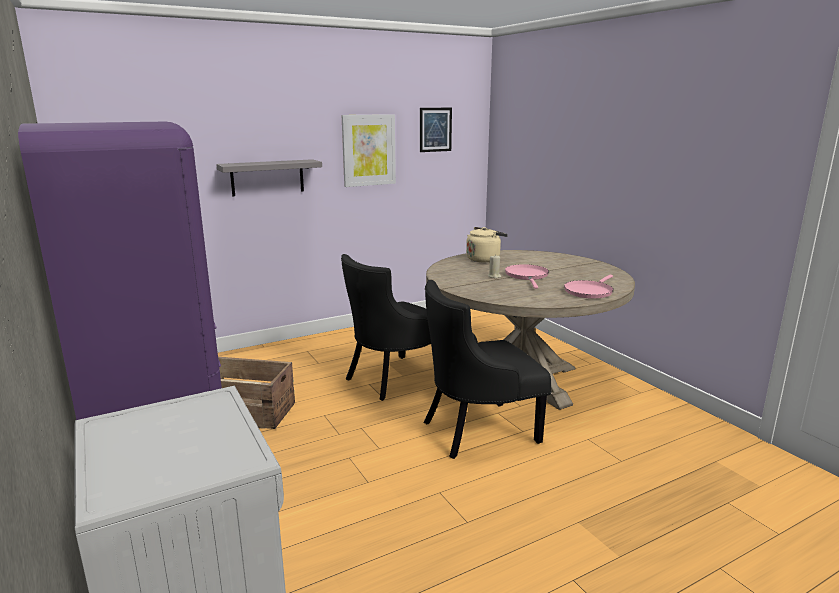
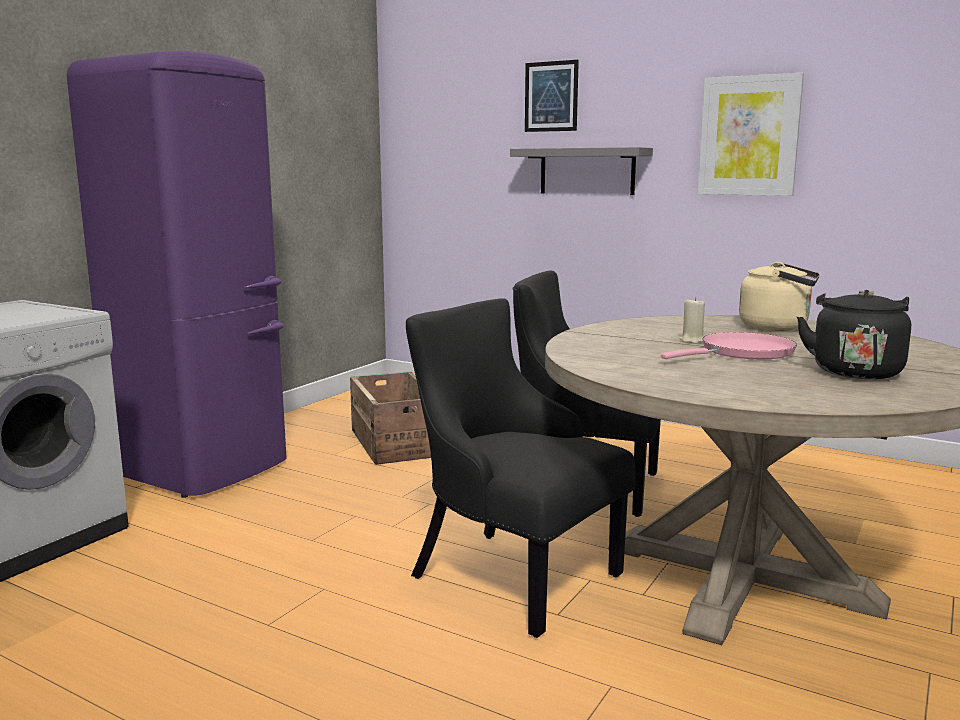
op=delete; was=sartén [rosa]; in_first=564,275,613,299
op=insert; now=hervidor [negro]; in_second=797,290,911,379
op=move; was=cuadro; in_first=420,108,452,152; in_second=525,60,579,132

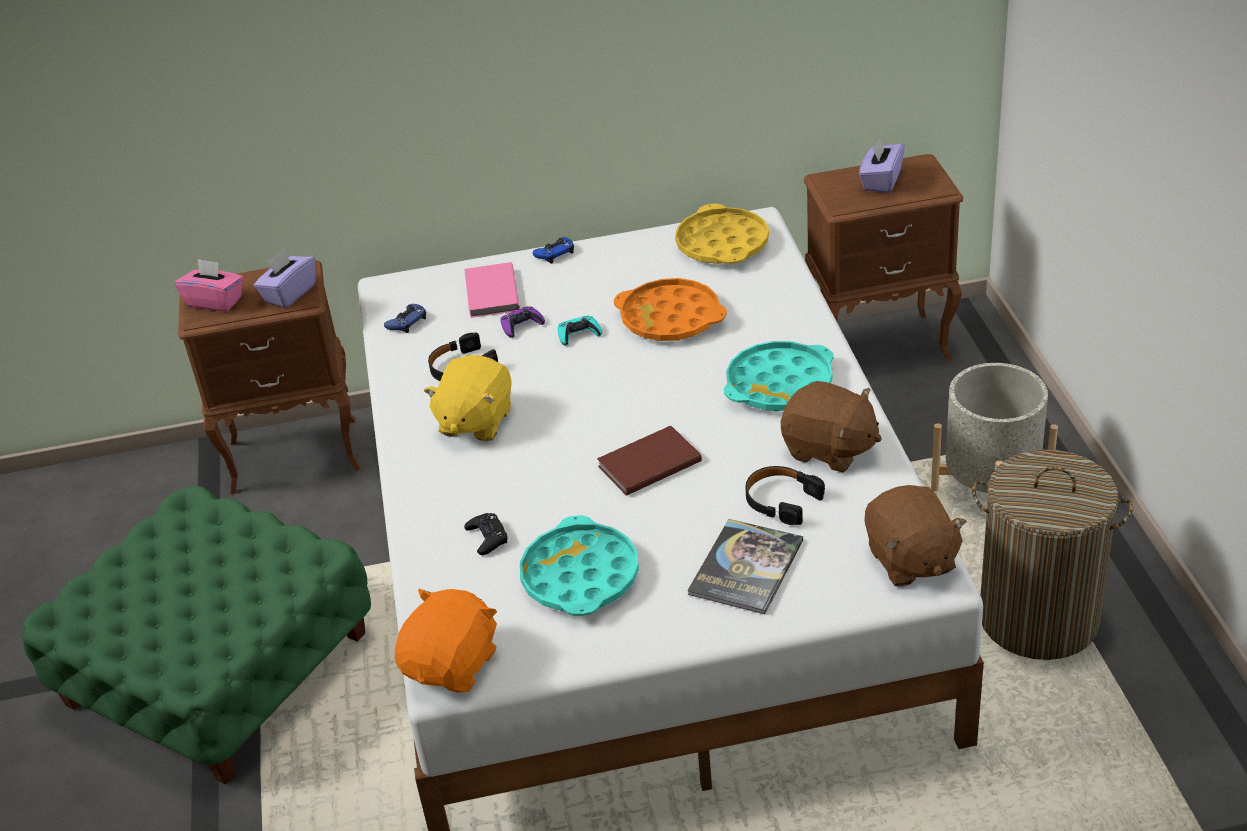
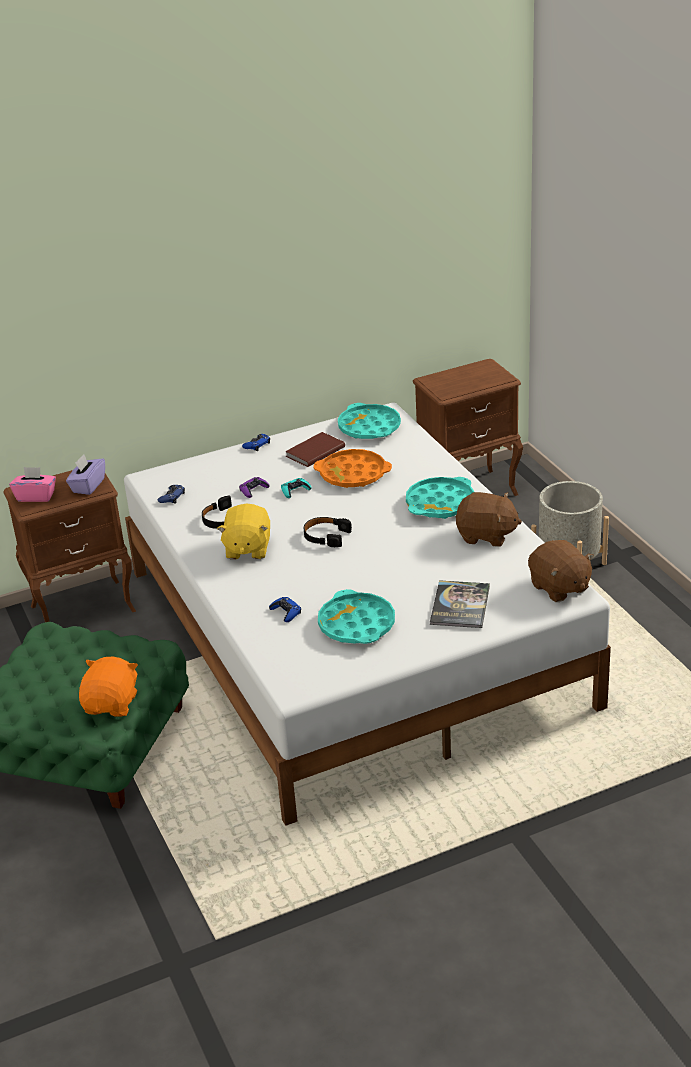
op=delete; was=libro [rosa]; in_first=464,262,520,318
op=delete; was=caja de pañuelos [morado]; in_first=859,138,905,193
op=delete; was=cesto de la ropa; in_first=972,450,1133,660
op=move; was=peluche [naranja]; in_first=395,589,497,693; in_second=79,657,138,717
op=move; was=libro [marrón]; in_first=597,426,702,496; in_second=285,432,345,467
op=move; was=auriculares [negro]; in_first=746,466,825,525; in_second=304,517,352,548
op=recolor; was=mando de consola [negro]; now=mando de consola [azul]; in_first=464,513,507,555; in_second=269,597,301,622
op=recolor; was=bandeja [amarillo]; now=bandeja [turquesa]; in_first=675,204,769,264; in_second=338,403,401,439

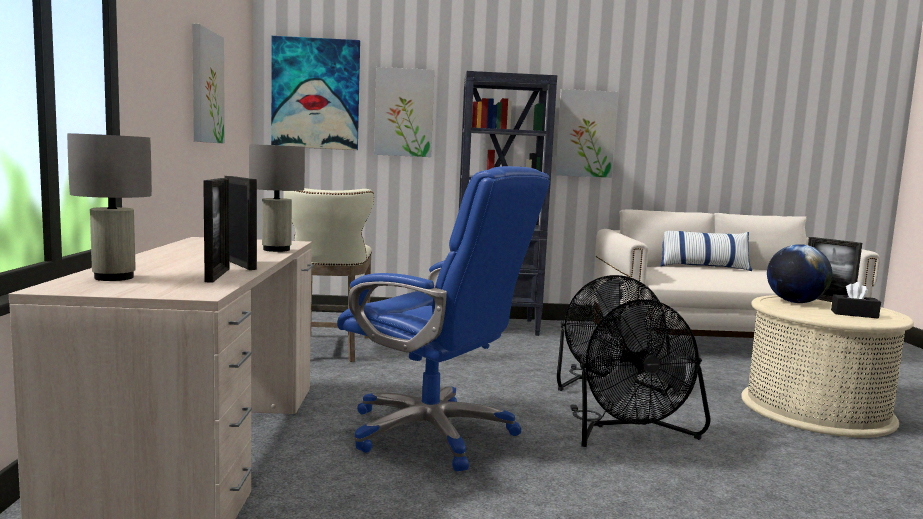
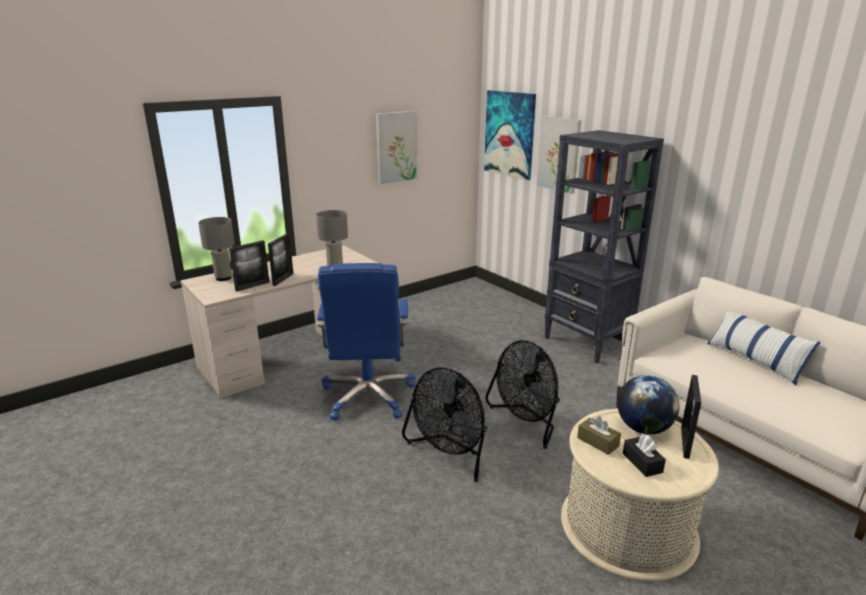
op=delete; was=taburete [beis]; in_first=283,188,374,362
op=delete; was=cuadro; in_first=555,89,618,178
op=insert; now=caja de pañuelos [marrón]; in_second=577,416,621,455

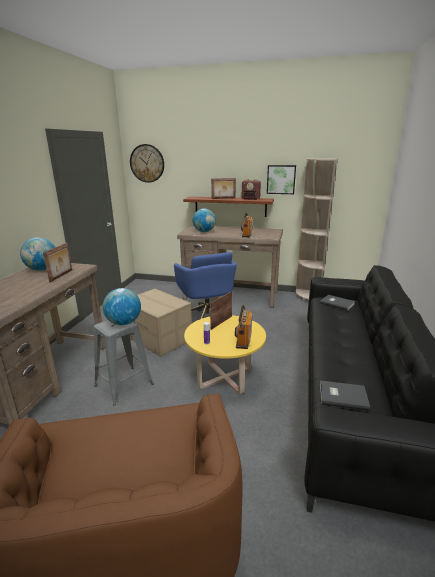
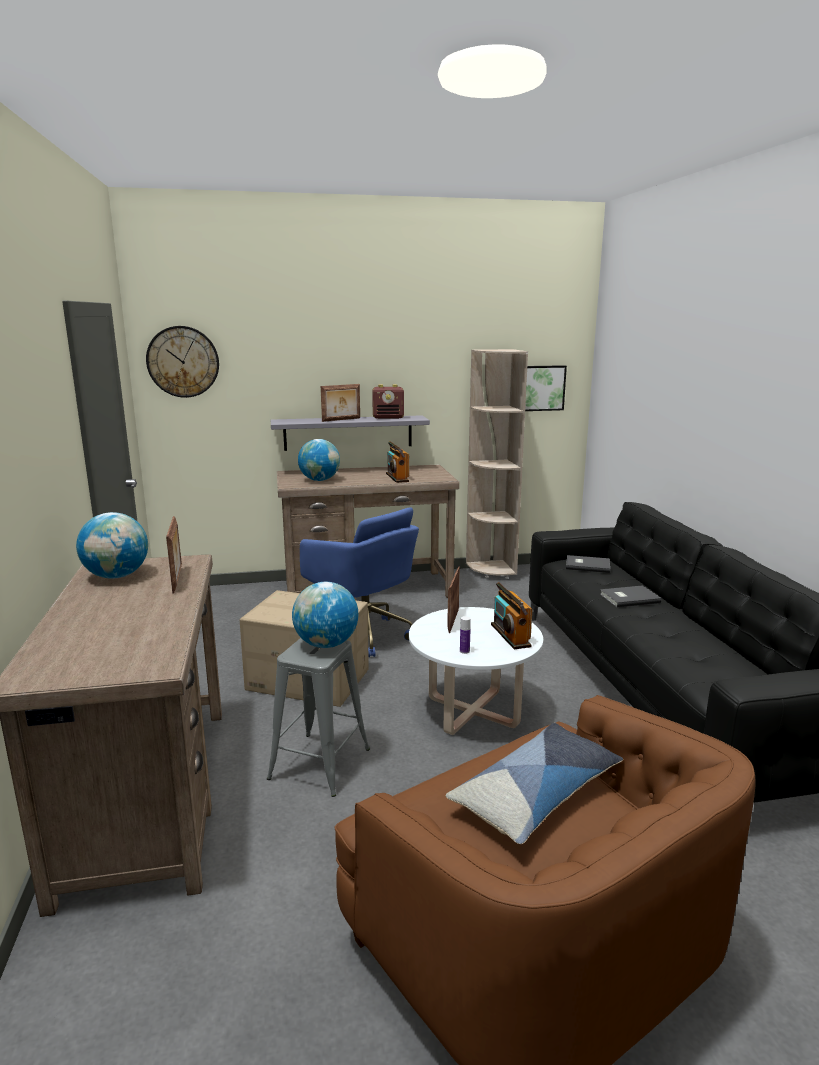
op=insert; now=cojín; in_second=446,723,623,844
op=move; was=cuadro; in_first=267,165,296,194; in_second=525,365,567,411
op=move; was=libro [gris]; in_first=320,380,370,411; in_second=600,586,661,607
op=recolor; was=estante [marrón]; now=estante [gris]; in_first=183,196,274,217; in_second=271,415,430,451
op=recolor; was=mesa de centro [amarillo]; now=mesa de centro [blanco]; in_first=184,315,266,395; in_second=409,607,543,735

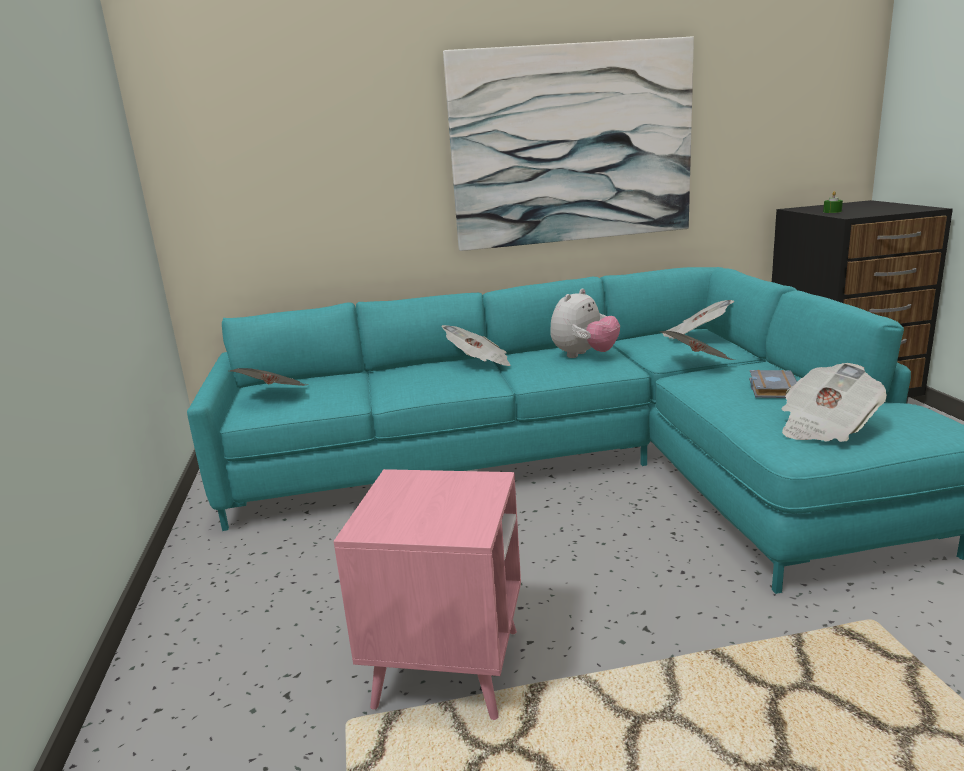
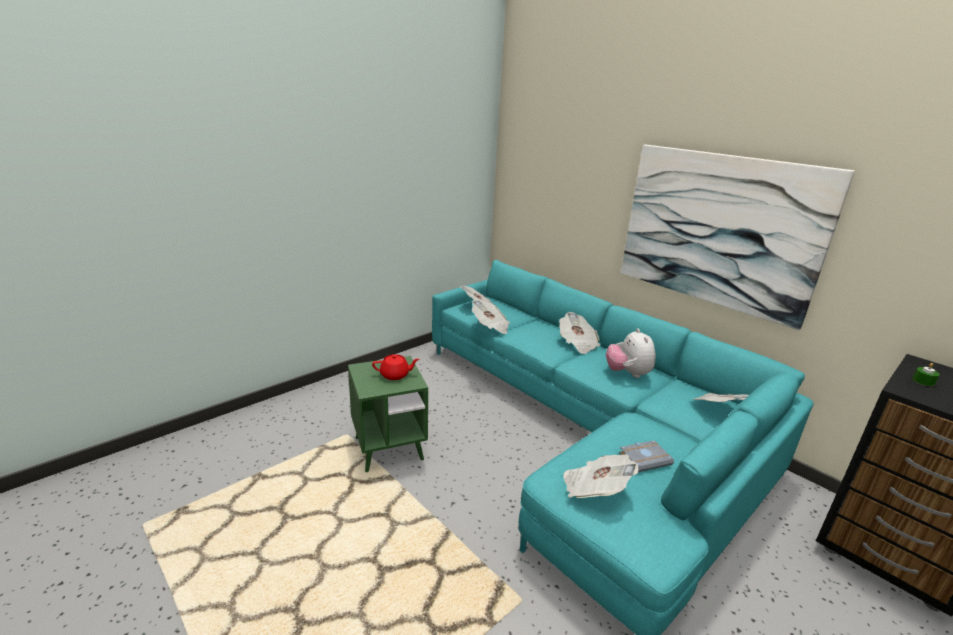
op=insert; now=tetera [rojo]; in_second=372,354,419,380
op=move; was=periódico; in_first=660,331,735,360; in_second=472,300,510,334
op=recolor; was=mesa auxiliar [rosa]; now=mesa auxiliar [verde]; in_first=334,469,521,720; in_second=348,356,428,472
op=rotate; was=peluche; in_first=550,289,620,358; in_second=606,329,656,378; clockwise=75

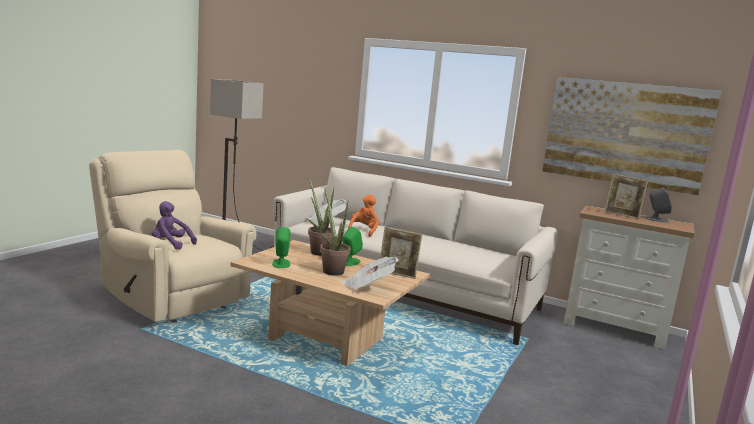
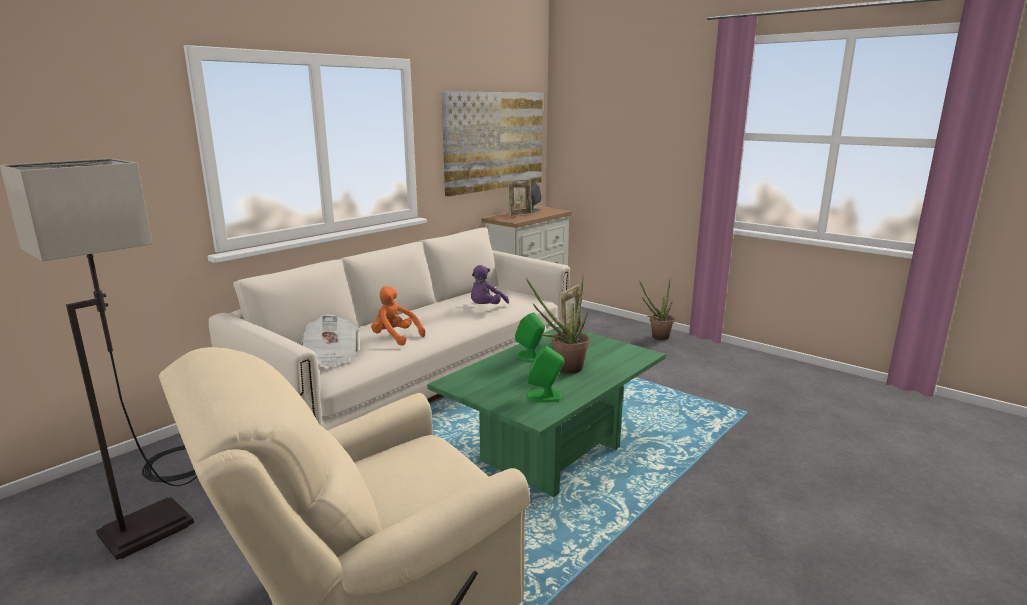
op=delete; was=periódico; in_first=342,257,399,290
op=move; was=peluche [morado]; in_first=152,201,197,250; in_second=471,265,509,304
op=move; was=planta en maceta; in_first=306,177,334,256; in_second=640,280,674,340
op=recolor; was=mesa de centro [beis]; now=mesa de centro [verde]; in_first=230,240,430,366; in_second=427,327,666,497

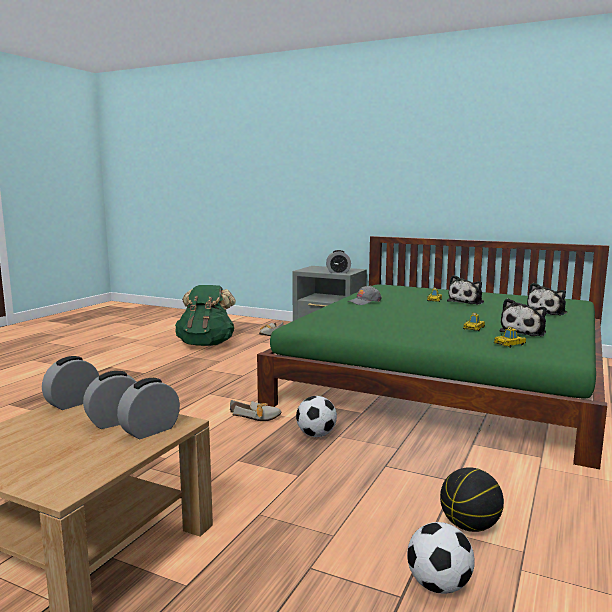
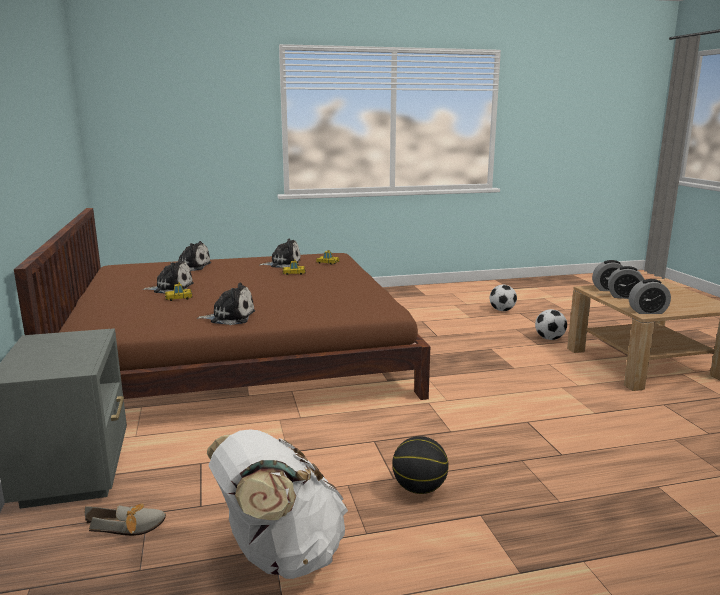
op=delete; was=zapato; in_first=230,400,282,421
op=delete; was=despertador; in_first=326,250,351,273
op=move; was=balón de fútbol; in_first=296,396,337,437; in_second=535,309,567,340
op=move; was=balón de baloncesto; in_first=440,467,504,532; in_second=392,436,449,494
op=replace; was=gorra [gris]; now=peluche; in_first=348,286,382,305; in_second=197,283,255,325
op=recolor; was=mochila [verde]; now=mochila [blanco]; in_first=175,285,236,346; in_second=207,430,348,579
op=recolor; was=cama [verde]; now=cama [marrón]; in_first=257,236,609,469; in_second=14,208,430,400

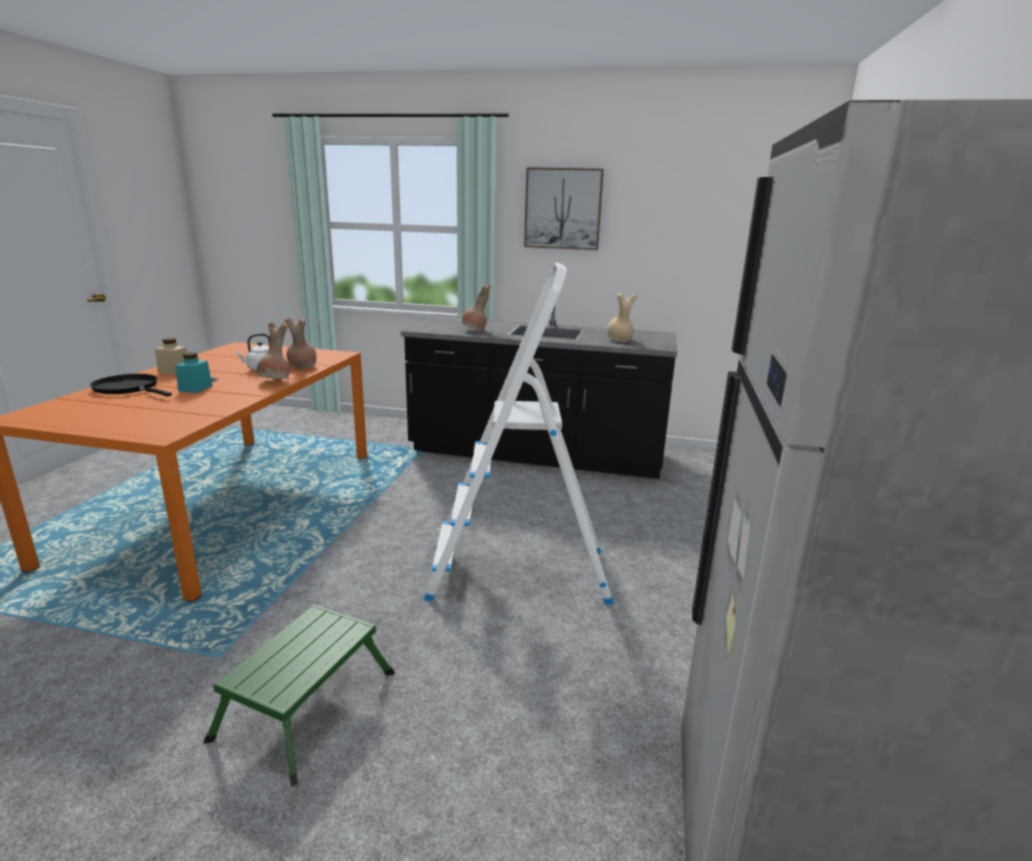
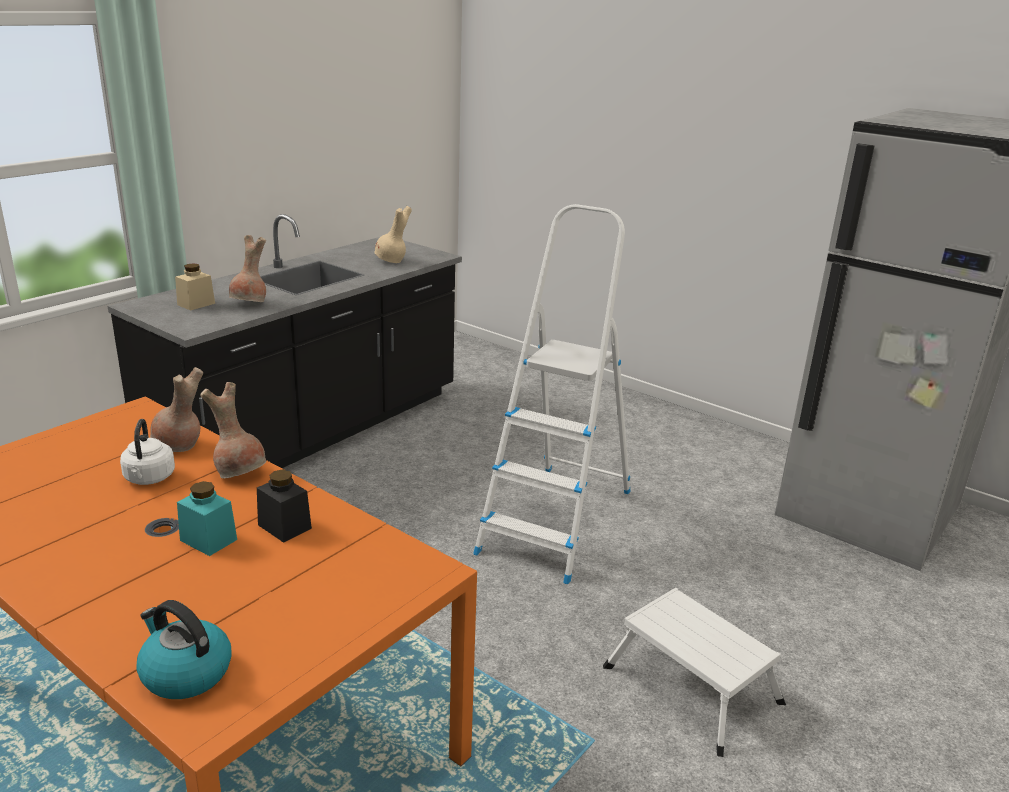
op=delete; was=sartén [negro]; in_first=90,374,172,396
op=delete; was=cuadro; in_first=524,167,604,250
op=insert; now=hervidor; in_second=136,600,232,699
op=insert; now=tarro [negro]; in_second=257,469,312,543
op=move; was=tarro [beis]; in_first=155,338,187,375; in_second=175,263,215,311
op=recolor; was=escalera de tijera [verde]; now=escalera de tijera [blanco]; in_first=203,604,395,786; in_second=603,588,786,757

